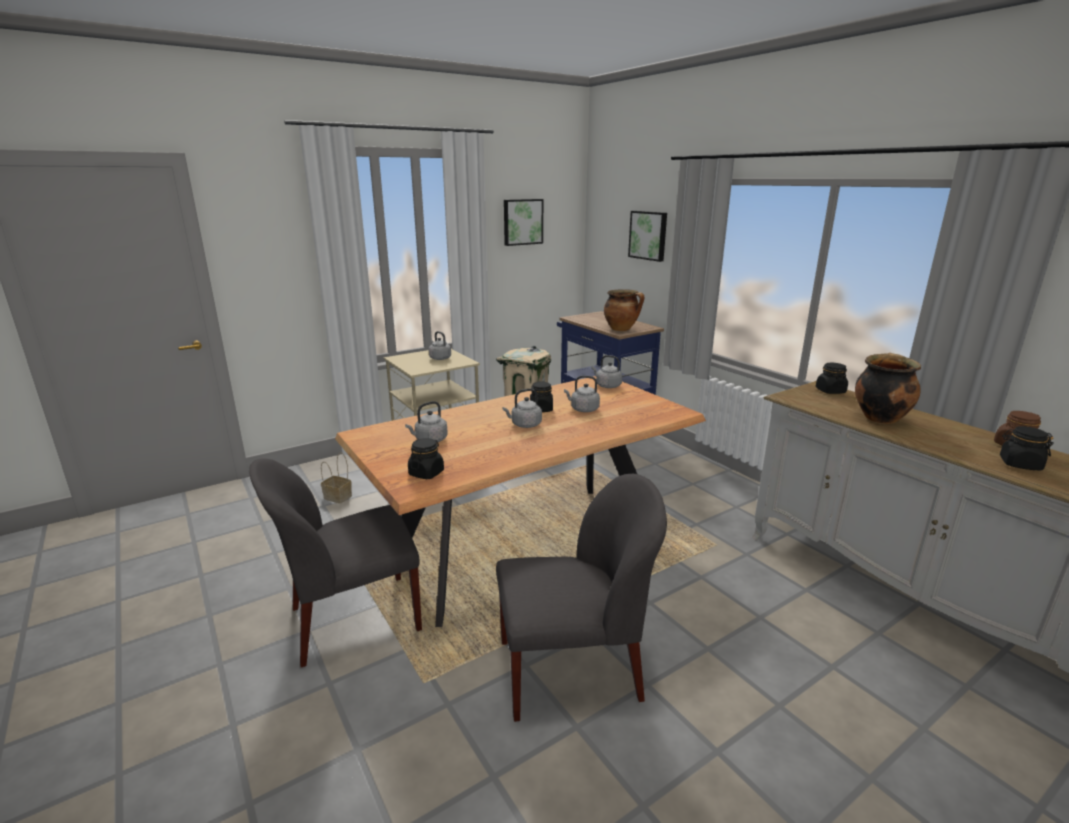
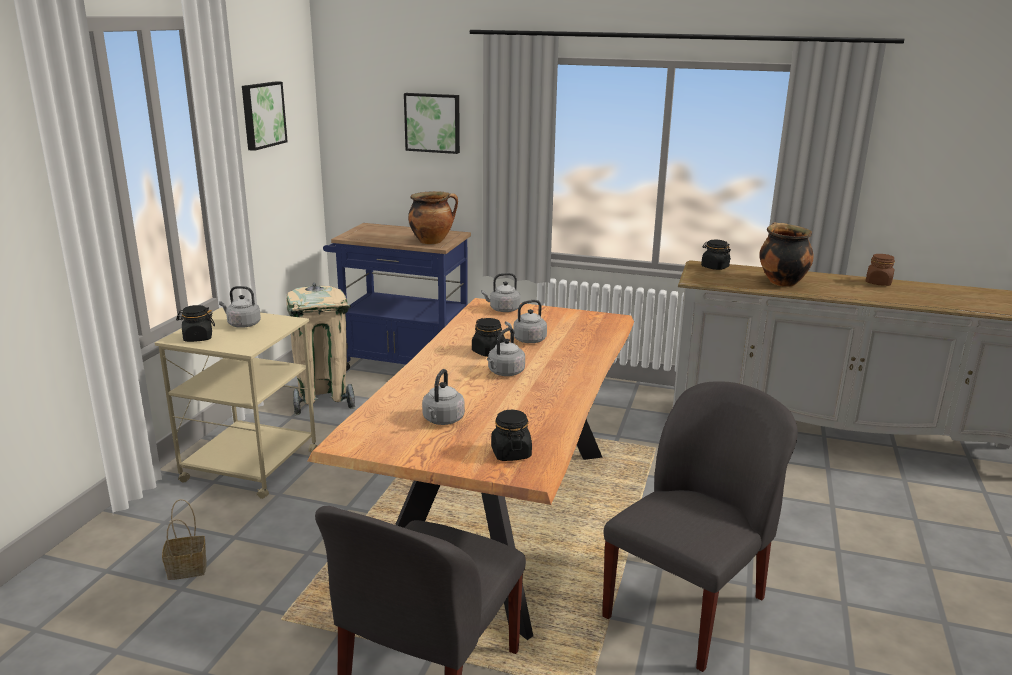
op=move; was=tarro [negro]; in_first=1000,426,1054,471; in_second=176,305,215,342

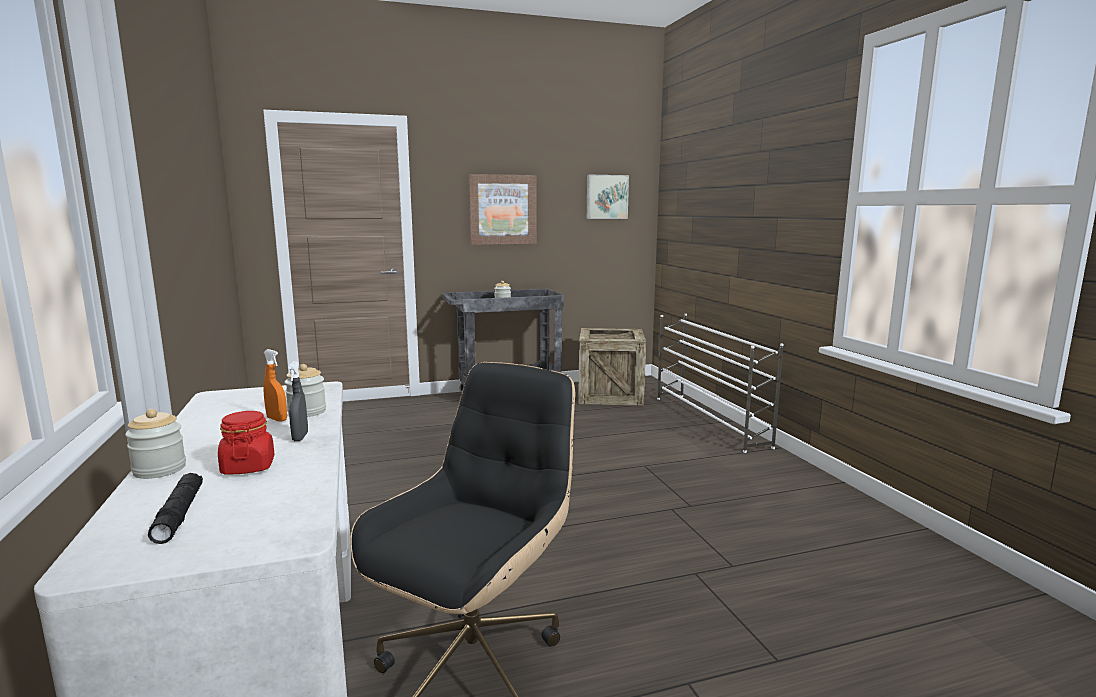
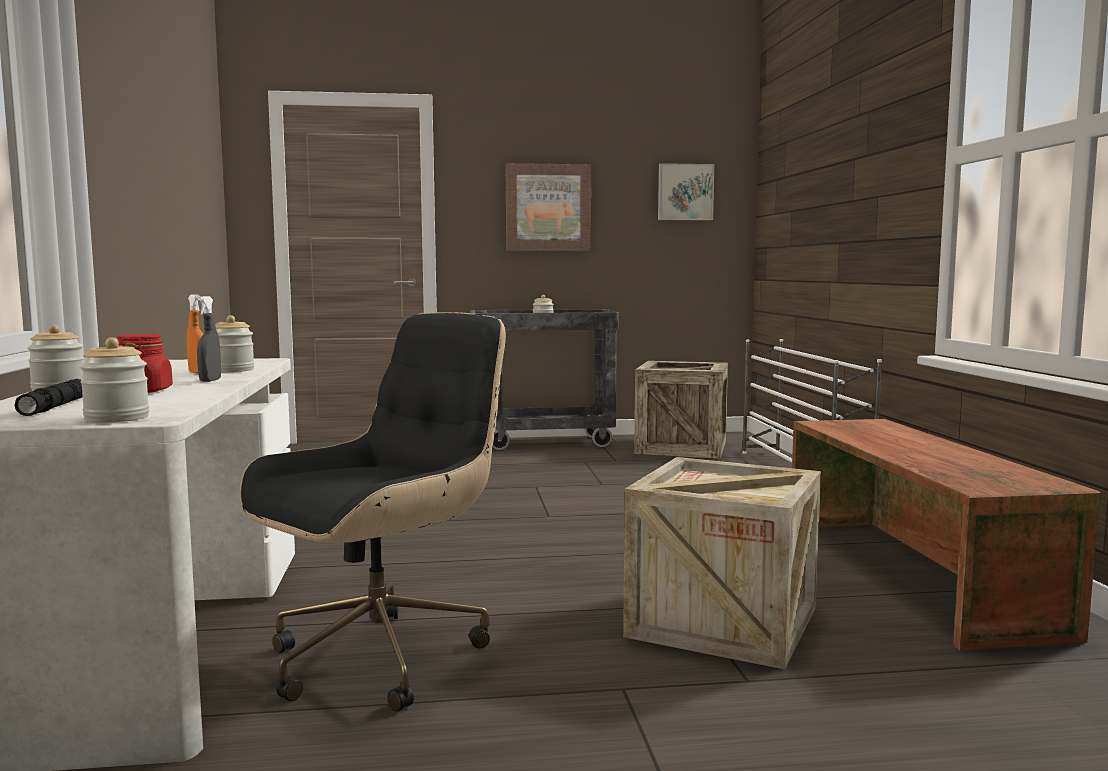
op=insert; now=tarro; in_second=79,337,150,423
op=insert; now=caja de embalaje; in_second=623,457,821,670
op=insert; now=banco [marrón]; in_second=792,419,1101,651

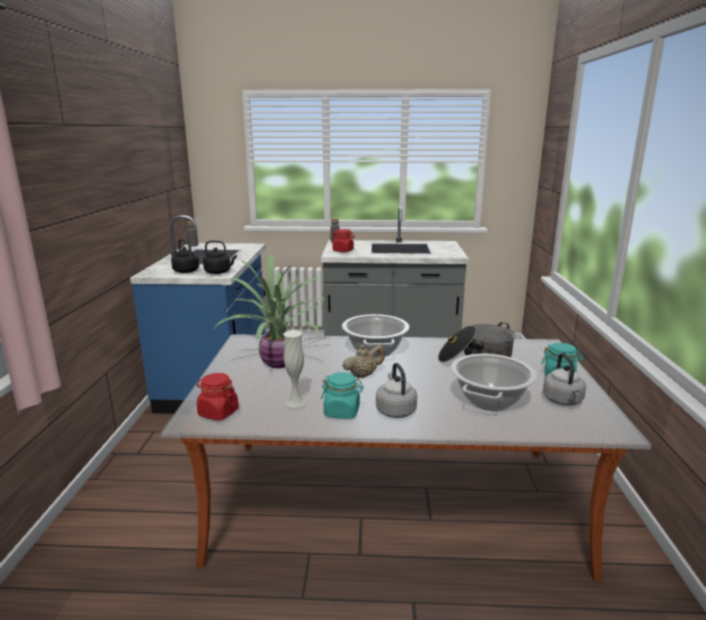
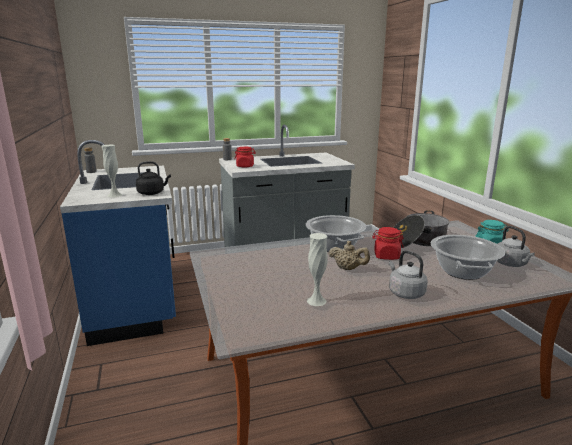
op=delete; was=planta en maceta; in_first=214,254,324,368
op=delete; was=tarro [turquesa]; in_first=321,372,364,419
op=move; was=tarro [rojo]; in_first=197,373,239,421; in_second=372,227,404,260
op=replace; was=hervidor [negro]; now=florero [blanco]; in_first=171,239,199,273; in_second=101,145,122,197
op=rotate; was=tetera [beis]; in_first=342,345,385,378; in_second=329,241,370,270; clockwise=75

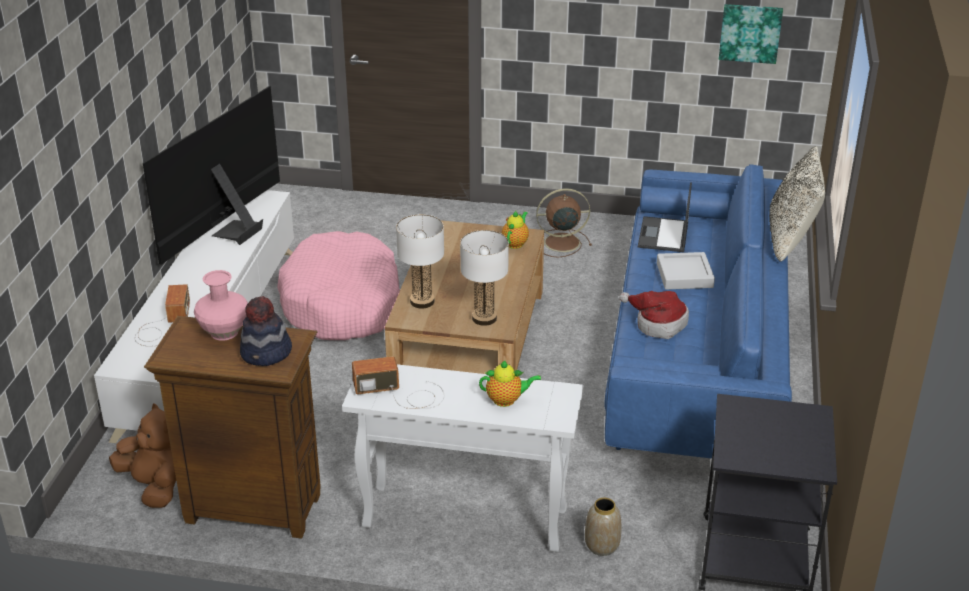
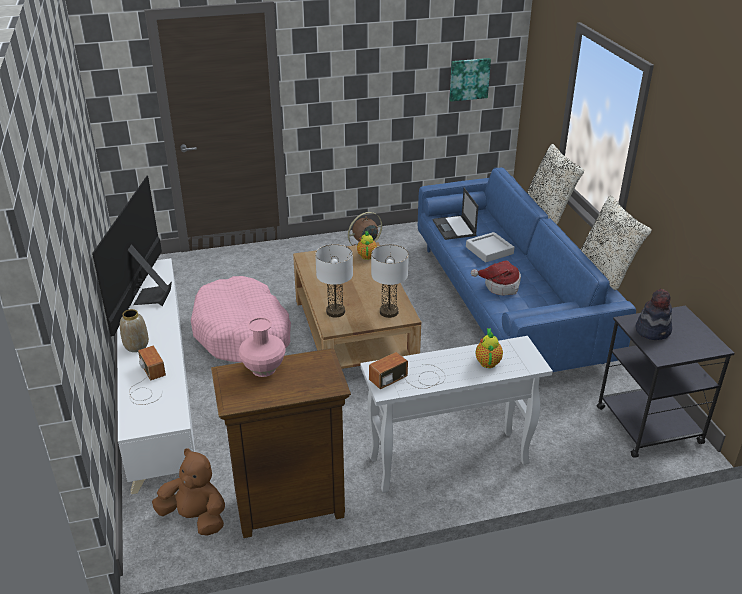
op=insert; now=cojín [beis]; in_second=581,196,652,290
op=move; was=sombrero; in_first=240,296,292,366; in_second=635,289,672,340
op=move; was=florero; in_first=585,498,621,556; in_second=120,309,149,352
op=rotate; was=tetera; in_first=479,360,541,407; in_second=475,328,503,368; clockwise=-60

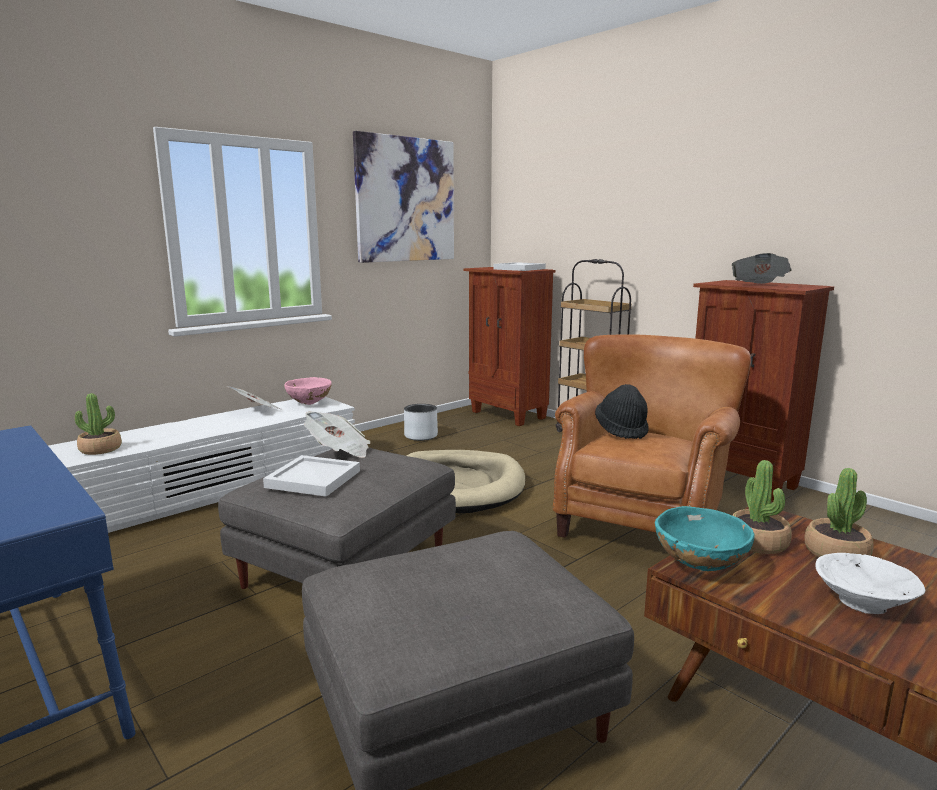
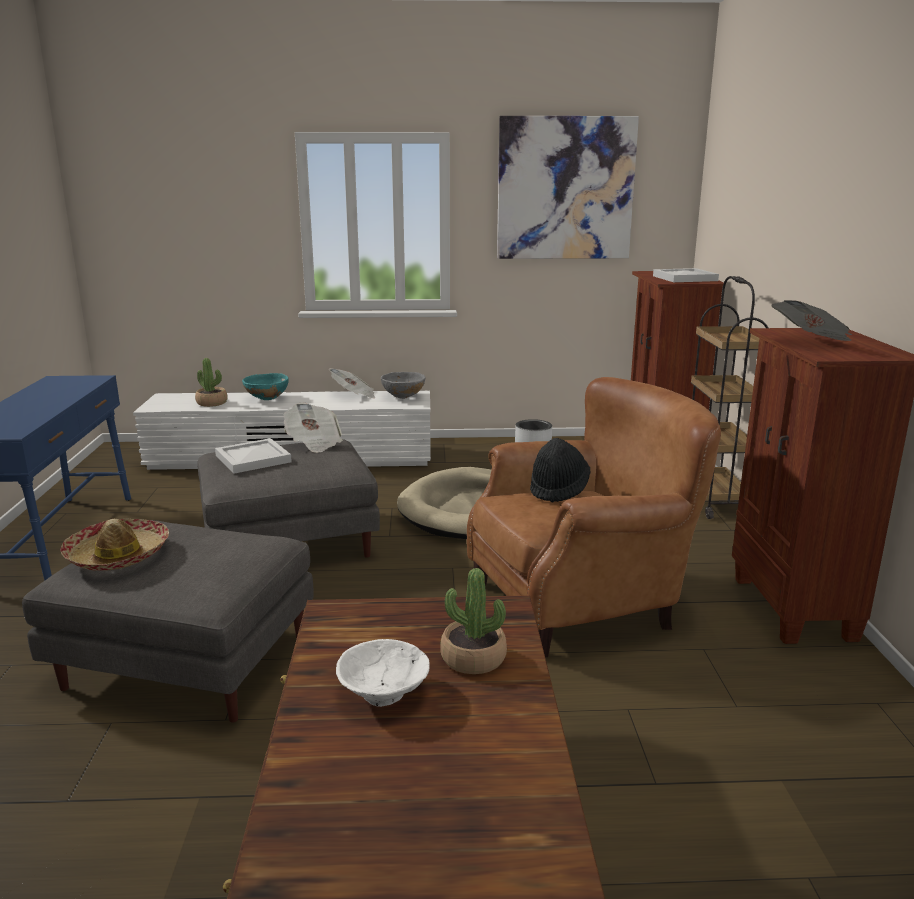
op=delete; was=planta en maceta; in_first=732,460,792,554
op=insert; now=sombrero; in_second=60,518,169,571
op=move; was=cuenco [turquesa]; in_first=655,506,755,571; in_second=242,373,289,400
op=recolor; was=cuenco [rosa]; now=cuenco [gris]; in_first=284,377,332,405; in_second=381,372,426,399

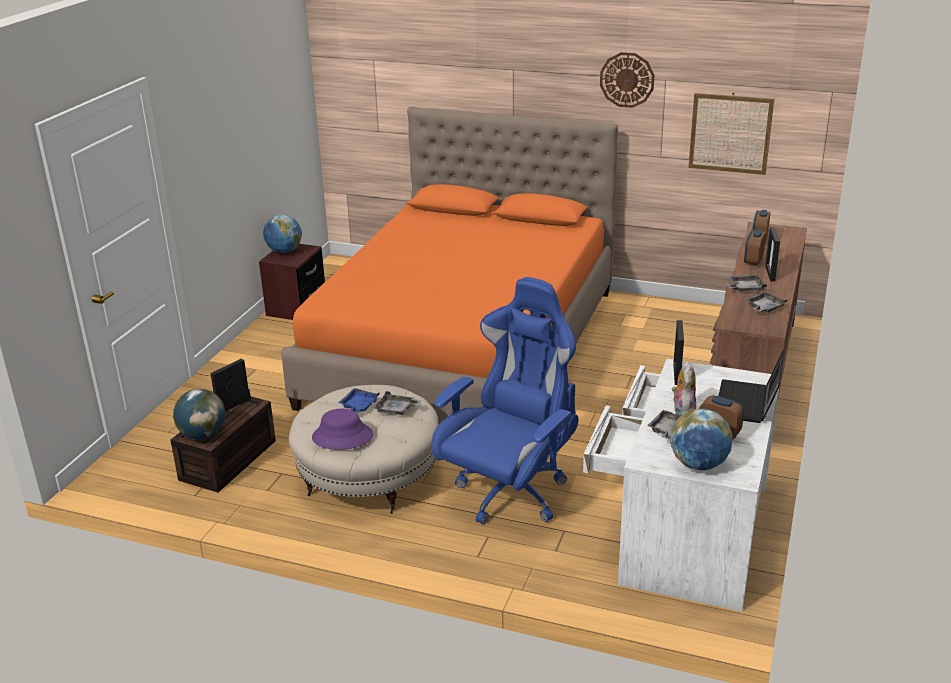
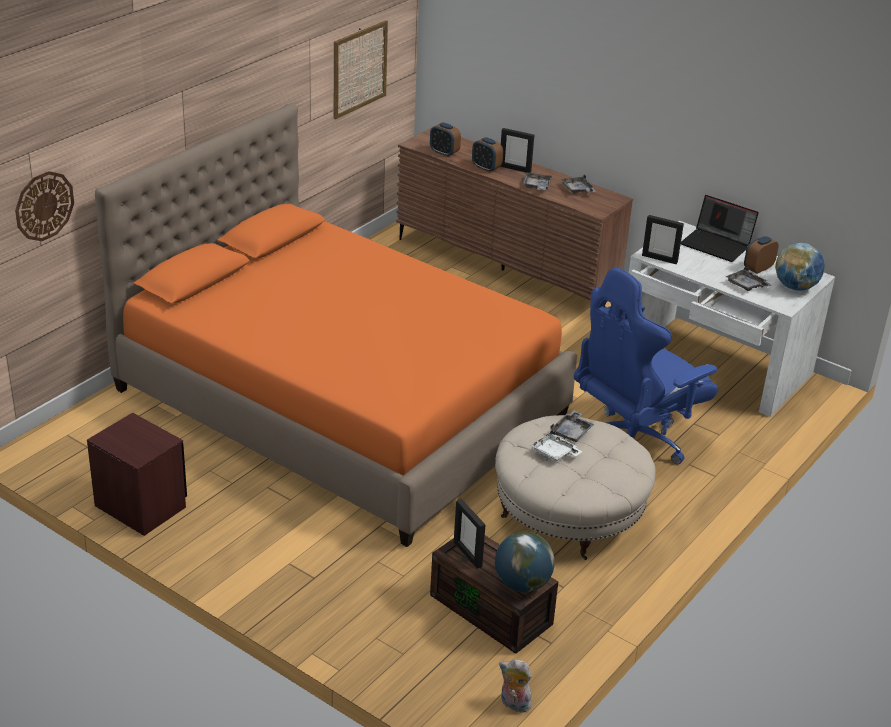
op=delete; was=globo terráqueo; in_first=263,214,302,253
op=delete; was=sombrero [morado]; in_first=312,409,373,450
op=move; was=reloj de pared; in_first=600,52,655,108; in_second=15,171,74,241
op=move; was=peluche; in_first=672,362,696,416; in_second=499,659,534,712
op=recolor; was=bandeja [azul]; now=bandeja [blanco]; in_first=338,388,380,413; in_second=531,430,582,461
op=rotate; was=silla de oficina [azul]; in_first=431,277,578,524; in_second=574,267,718,464; clockwise=-90

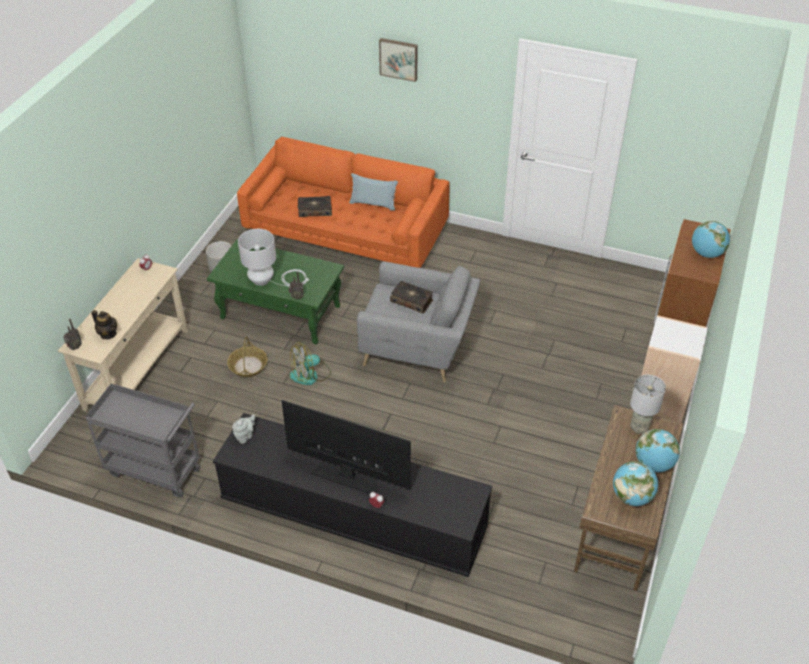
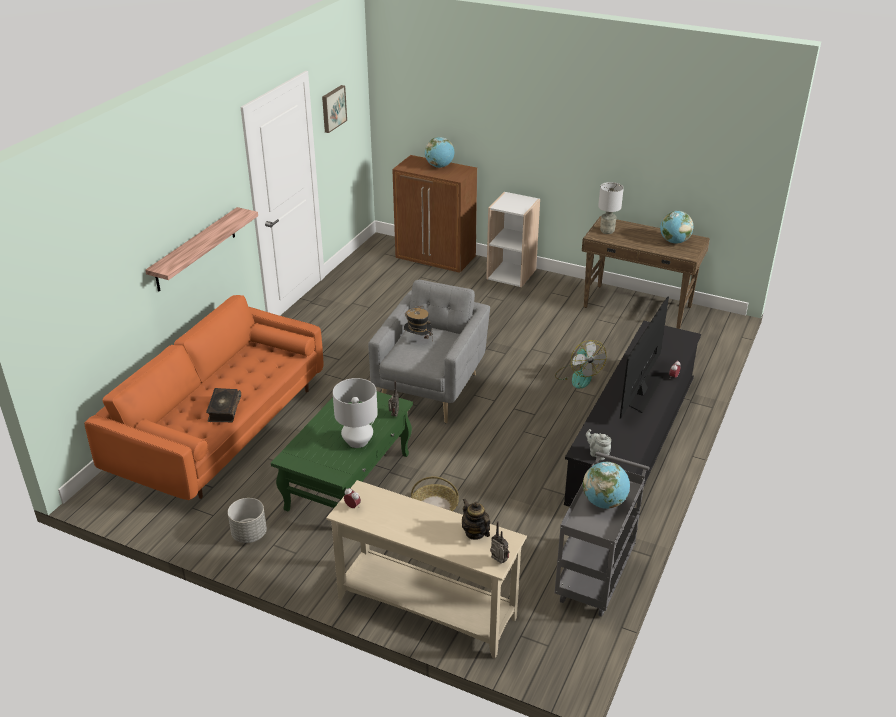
op=delete; was=cojín [azul]; in_first=349,173,398,211
op=insert; now=estante; in_second=145,207,258,292
op=move; was=ventilador; in_first=289,342,331,385; in_second=555,340,606,389
op=move; was=cuadro; in_first=379,38,418,82; in_second=322,85,347,133
op=move; was=globo terráqueo; in_first=636,429,680,472; in_second=583,462,630,509
op=replace; was=libro; now=sombrero; in_first=390,281,433,314; in_second=404,306,433,342
op=rotate; was=tetera; in_first=91,310,117,339; in_second=462,499,490,540; clockwise=-75

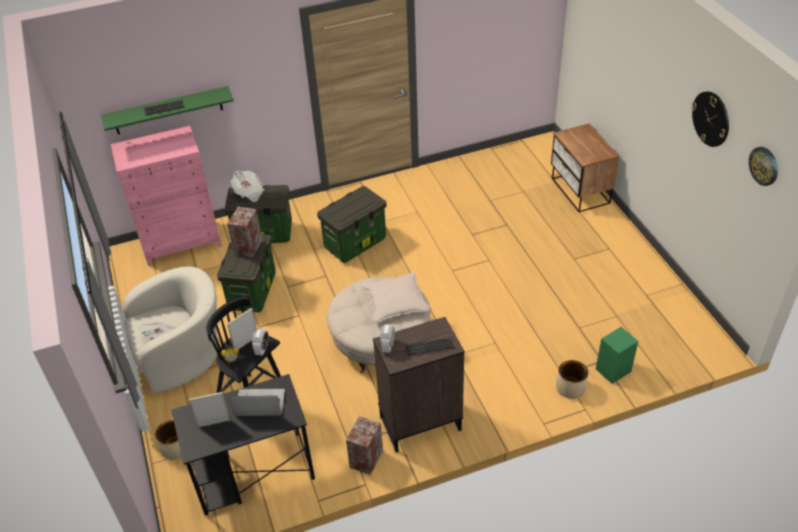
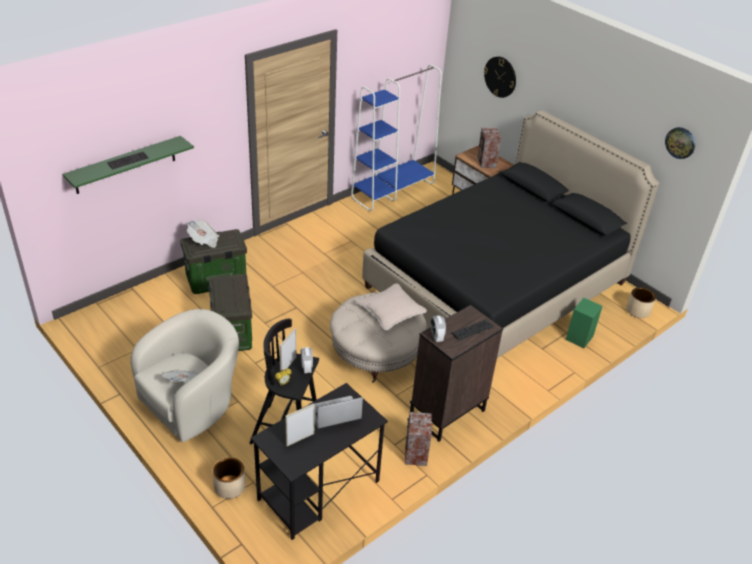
op=delete; was=cómoda [rosa]; in_first=111,126,222,266
op=delete; was=caja de almacenaje; in_first=317,186,387,263
op=insert; now=perchero [azul]; in_second=351,64,442,211
op=insert; now=cama [negro]; in_second=362,110,659,358
op=move; was=altavoz; in_first=227,207,262,258; in_second=477,128,501,168
op=move; was=maceta [beis]; in_first=556,360,588,399; in_second=626,287,656,318
op=move; was=reloj de pared; in_first=691,91,729,147; in_second=484,56,516,98

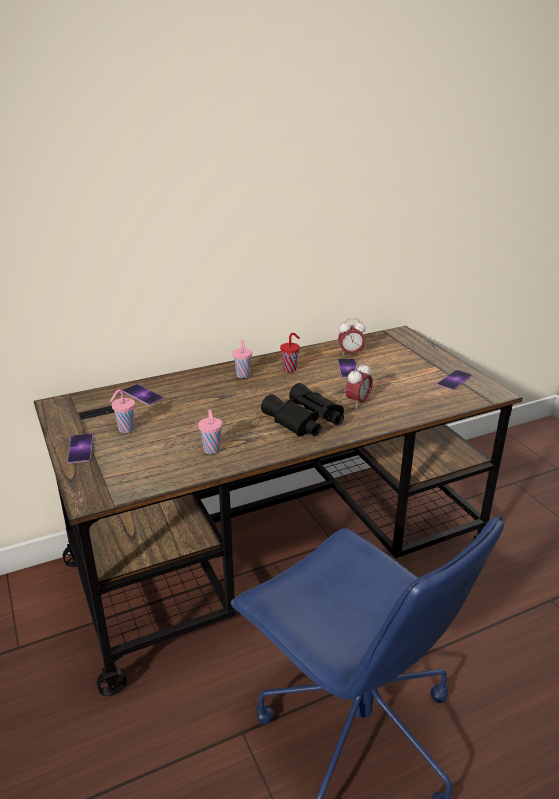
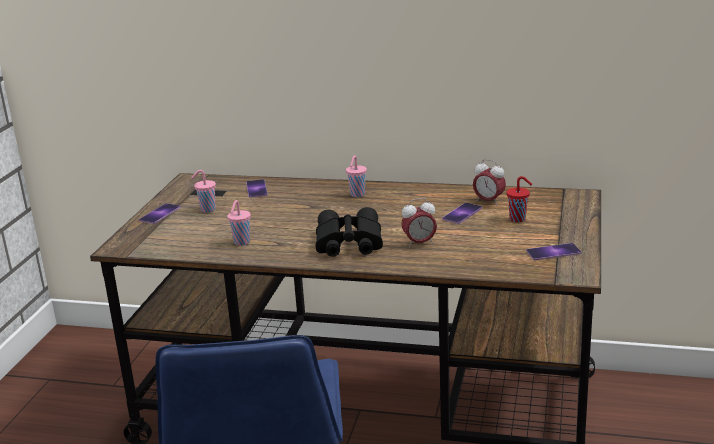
op=move; was=taza [rojo]; in_first=280,333,300,372; in_second=507,176,532,222

